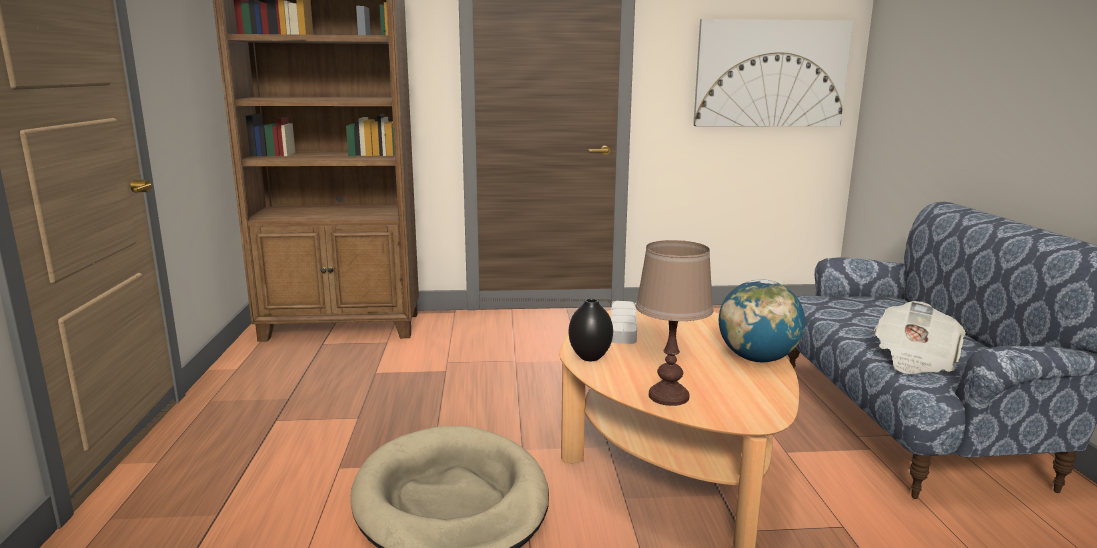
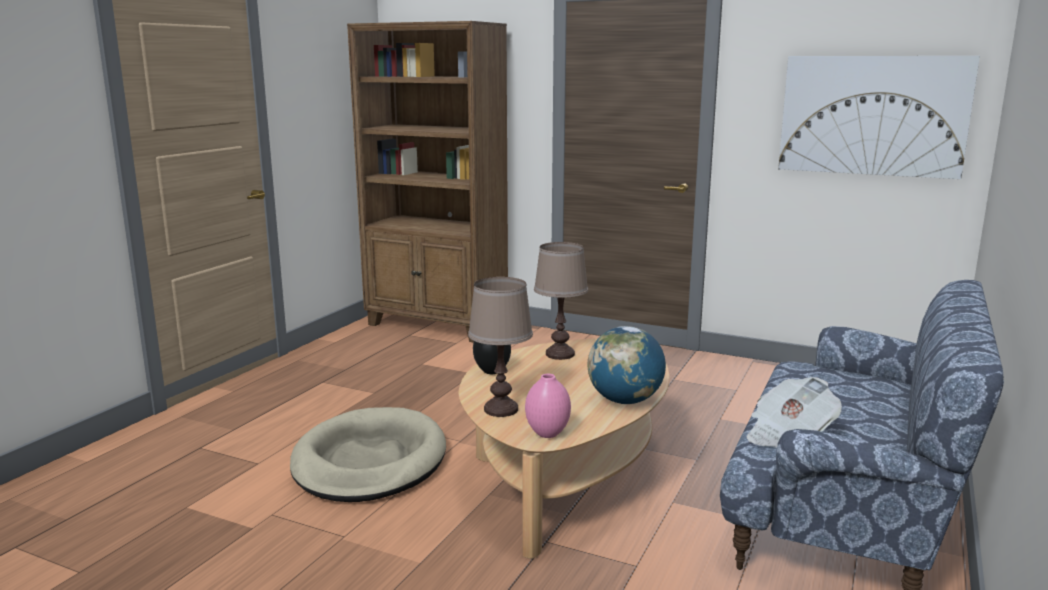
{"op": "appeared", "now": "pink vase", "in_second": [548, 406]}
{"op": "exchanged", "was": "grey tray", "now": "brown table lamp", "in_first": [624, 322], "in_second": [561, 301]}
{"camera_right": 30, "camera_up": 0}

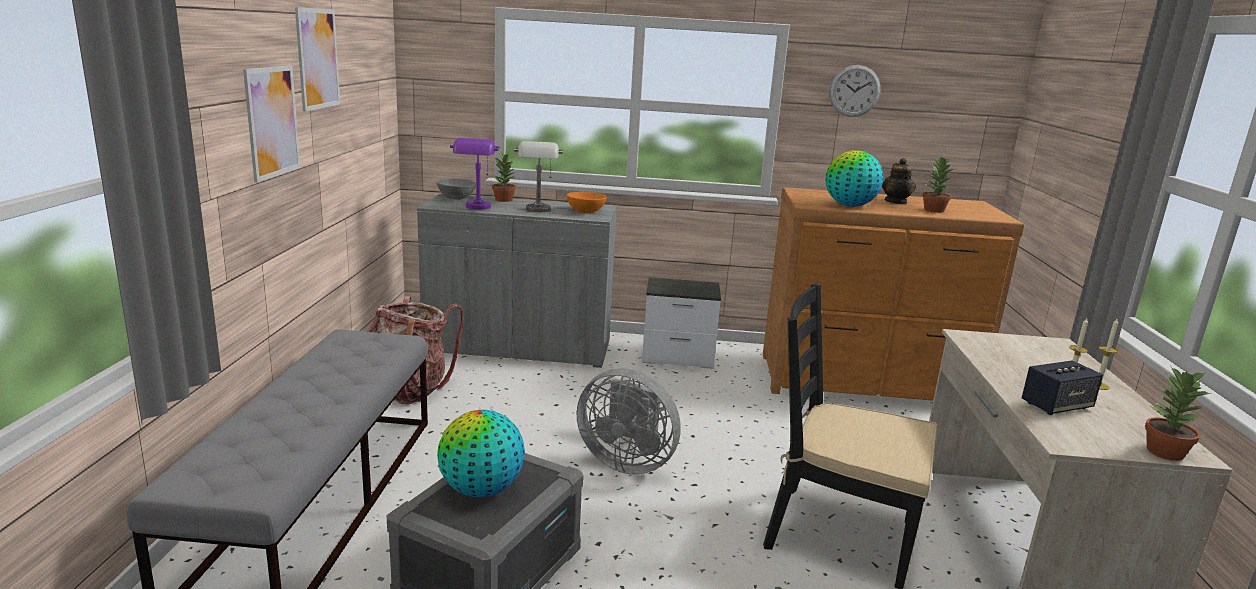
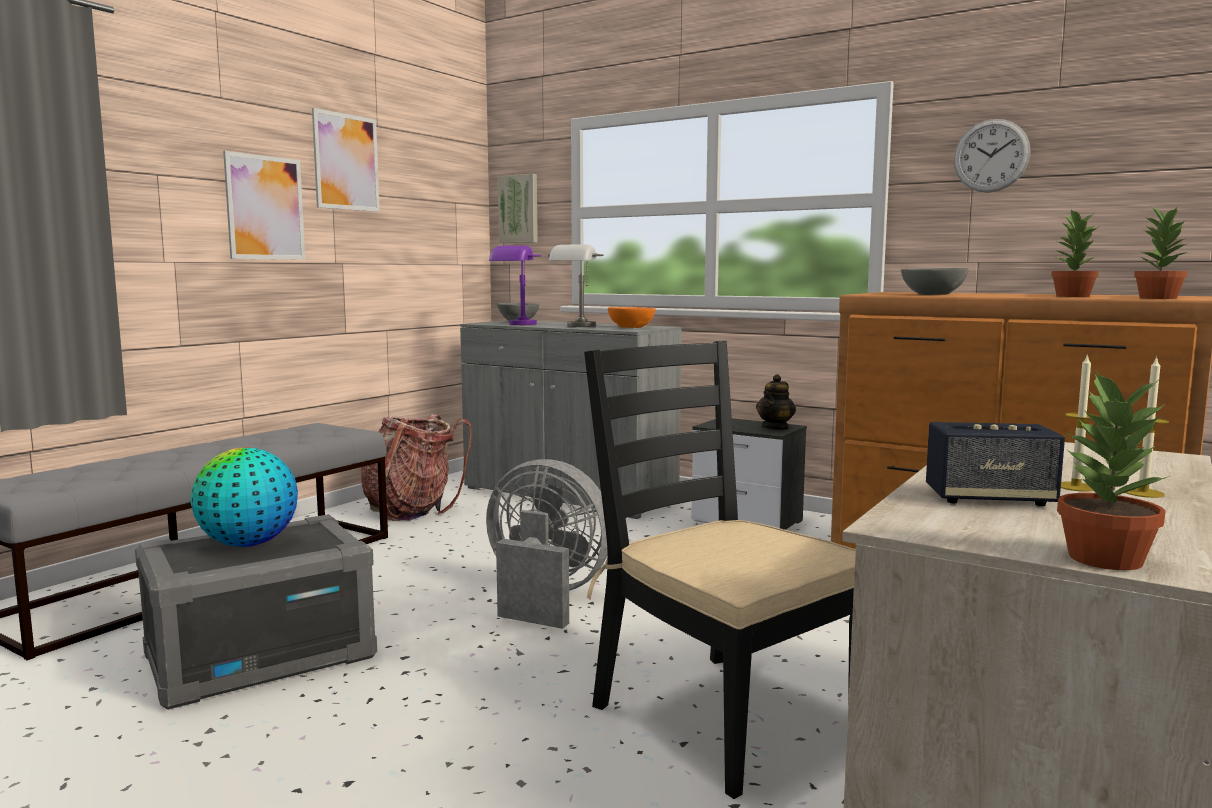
{"op": "spun", "was": "grey fan", "in_first": [629, 421], "in_second": [546, 544], "clockwise": 150}
{"op": "appeared", "now": "picture", "in_second": [518, 208]}
{"op": "relocated", "was": "teapot", "in_first": [899, 181], "in_second": [776, 402]}
{"op": "exchanged", "was": "globe", "now": "grey bowl", "in_first": [854, 178], "in_second": [934, 281]}
{"op": "relocated", "was": "potted plant", "in_first": [504, 176], "in_second": [1161, 252]}
{"camera_right": 30, "camera_up": -10}

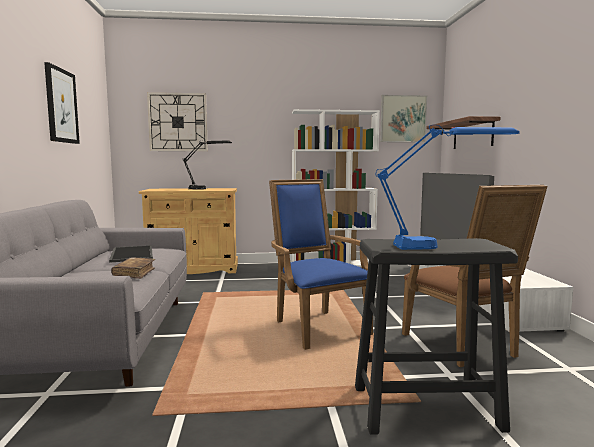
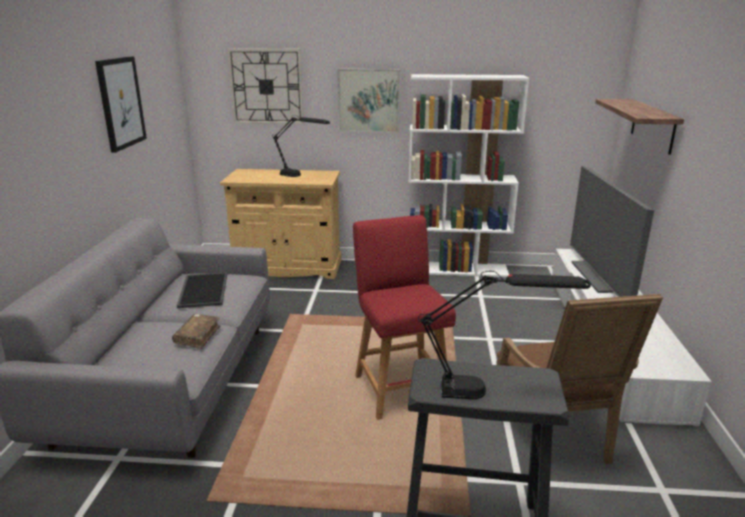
{"op": "relocated", "was": "picture", "in_first": [403, 118], "in_second": [368, 101]}
{"op": "exchanged", "was": "blue armchair", "now": "red stool", "in_first": [321, 264], "in_second": [404, 317]}
{"op": "colour", "was": "blue table lamp", "now": "black table lamp", "in_first": [448, 187], "in_second": [504, 335]}
{"camera_right": 10, "camera_up": 15}

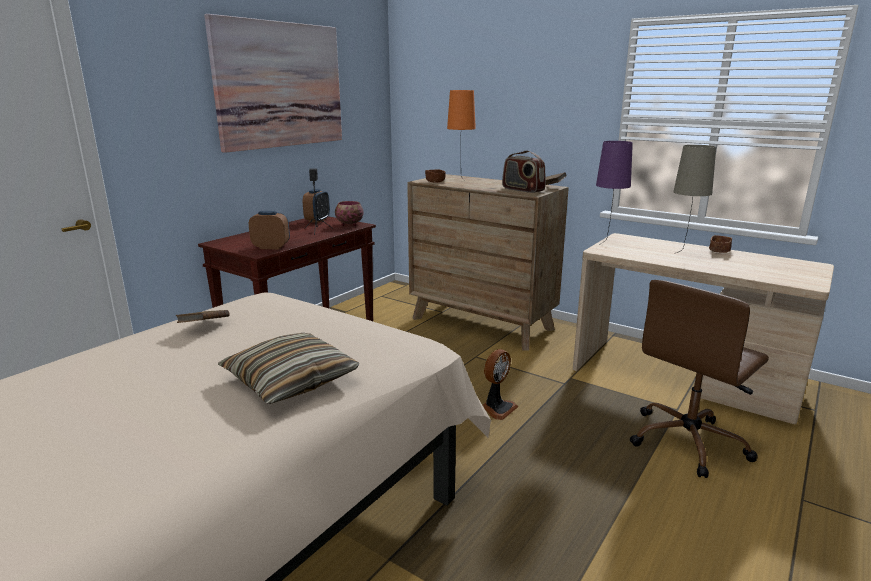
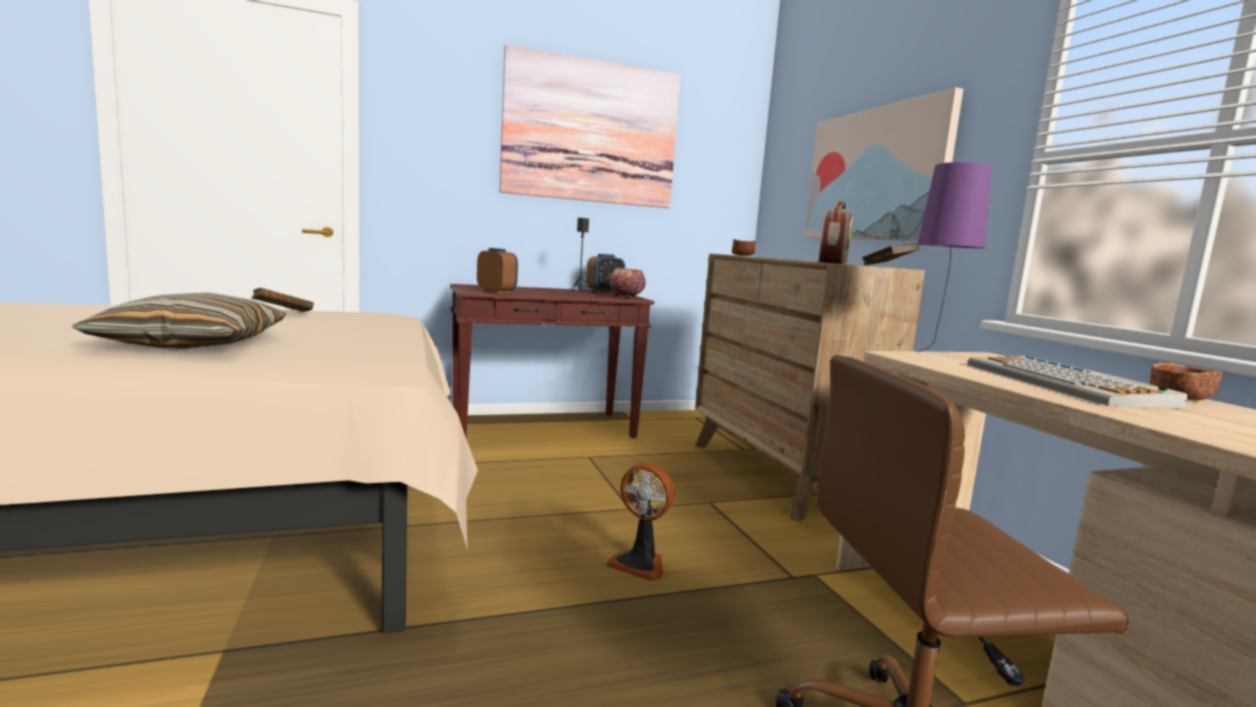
{"op": "spun", "was": "fan", "in_first": [500, 384], "in_second": [640, 521], "clockwise": 45}
{"op": "appeared", "now": "picture", "in_second": [883, 164]}
{"op": "spun", "was": "radio", "in_first": [524, 172], "in_second": [836, 232], "clockwise": -150}
{"op": "exchanged", "was": "beige table lamp", "now": "keyboard", "in_first": [694, 199], "in_second": [1078, 382]}
{"op": "missing", "was": "orange table lamp", "in_first": [461, 135]}
{"camera_right": 35, "camera_up": -10}

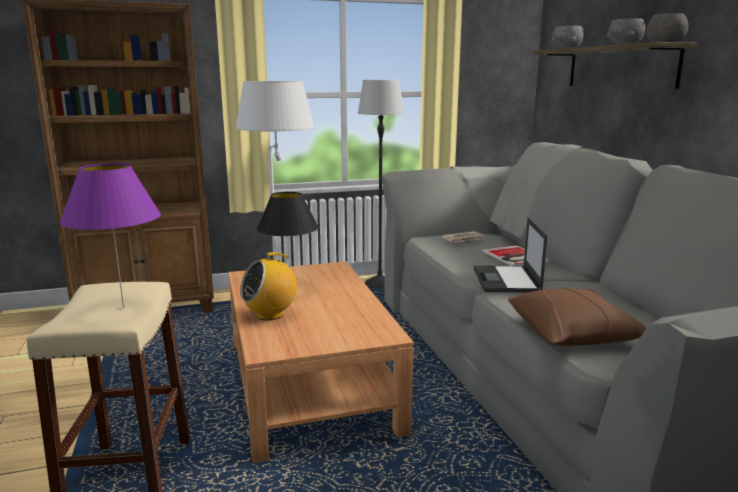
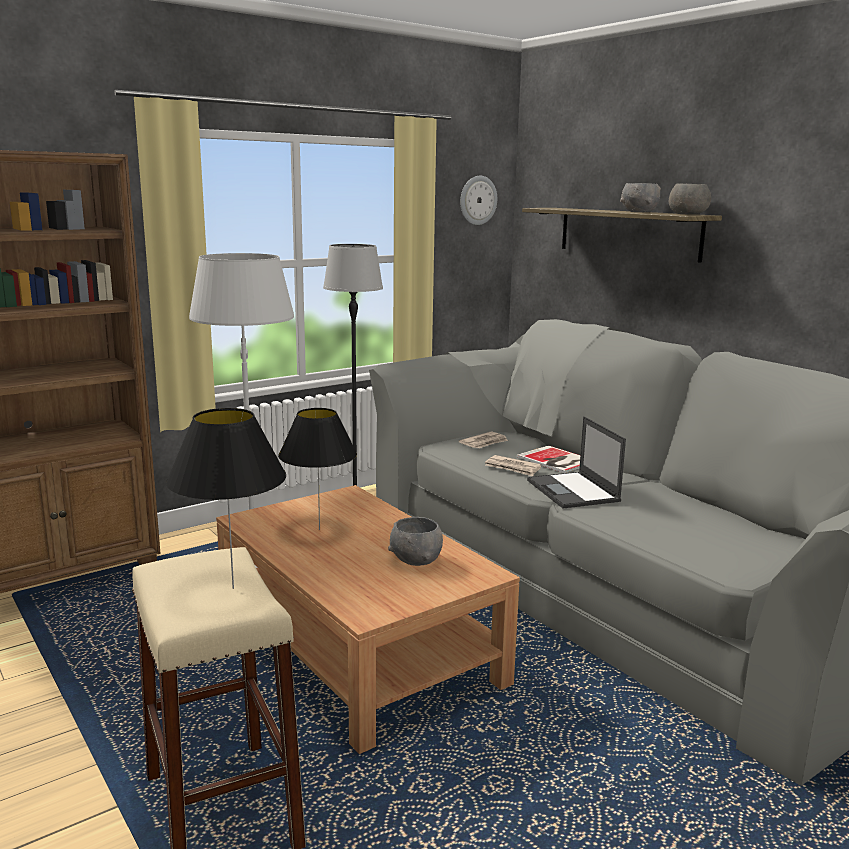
{"op": "colour", "was": "purple table lamp", "now": "black table lamp", "in_first": [110, 235], "in_second": [226, 498]}
{"op": "relocated", "was": "grey bowl", "in_first": [567, 37], "in_second": [415, 541]}
{"op": "appeared", "now": "wall clock", "in_second": [478, 200]}
{"op": "appeared", "now": "newspaper", "in_second": [513, 466]}
{"op": "missing", "was": "radio", "in_first": [268, 286]}
{"op": "missing", "was": "brown pillow", "in_first": [577, 317]}
{"camera_right": -20, "camera_up": 0}

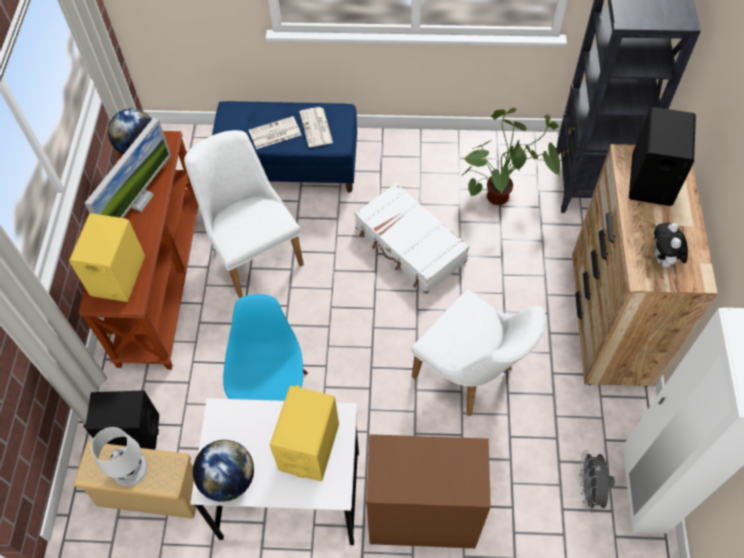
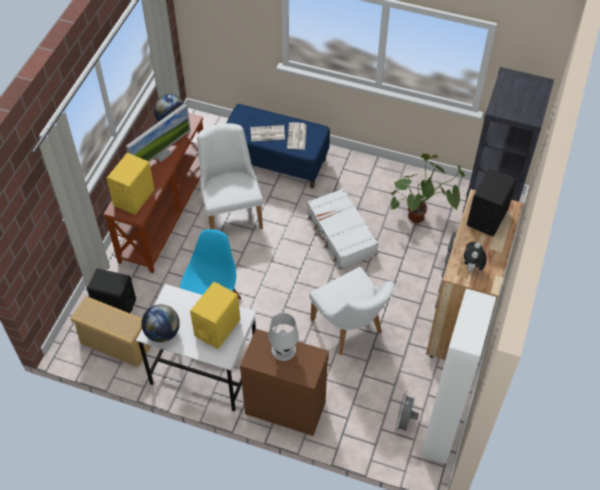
{"op": "relocated", "was": "white table lamp", "in_first": [119, 456], "in_second": [283, 337]}
{"camera_right": 15, "camera_up": -5}

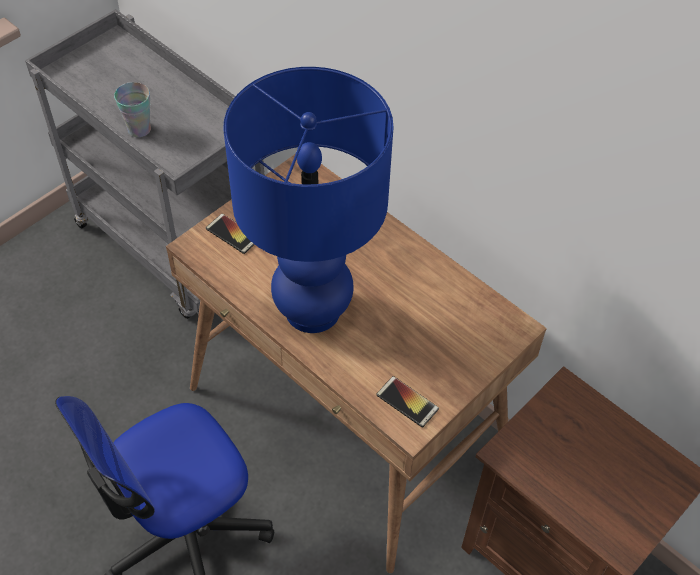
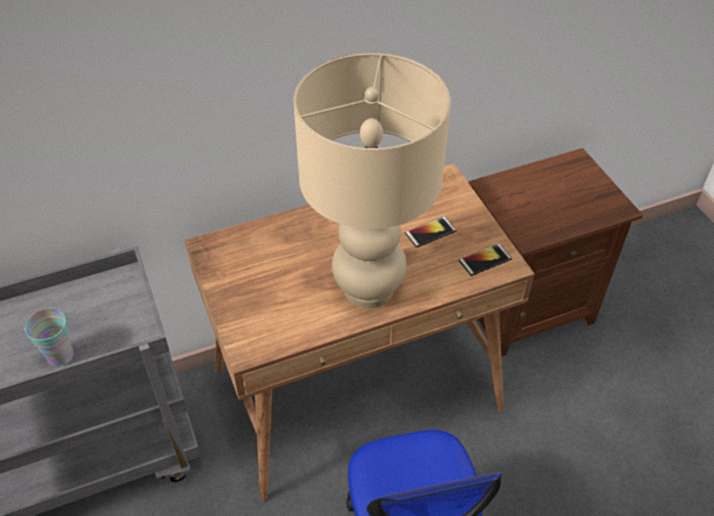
{"op": "colour", "was": "blue table lamp", "now": "beige table lamp", "in_first": [308, 200], "in_second": [372, 180]}
{"op": "relocated", "was": "phone", "in_first": [230, 234], "in_second": [431, 231]}
{"camera_right": -65, "camera_up": -5}

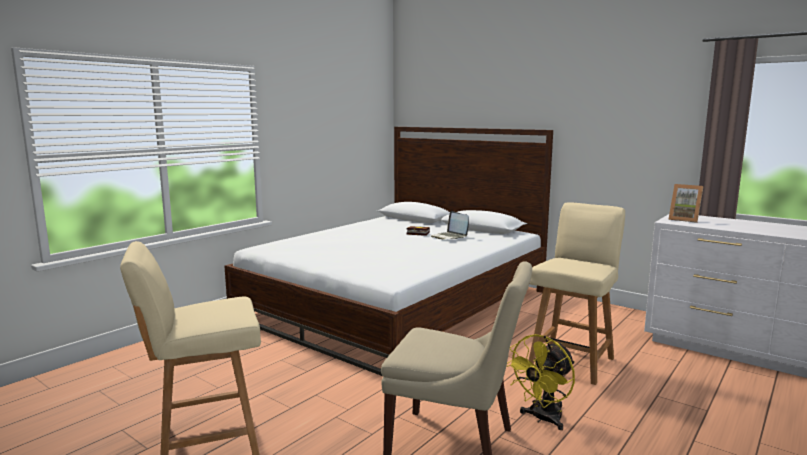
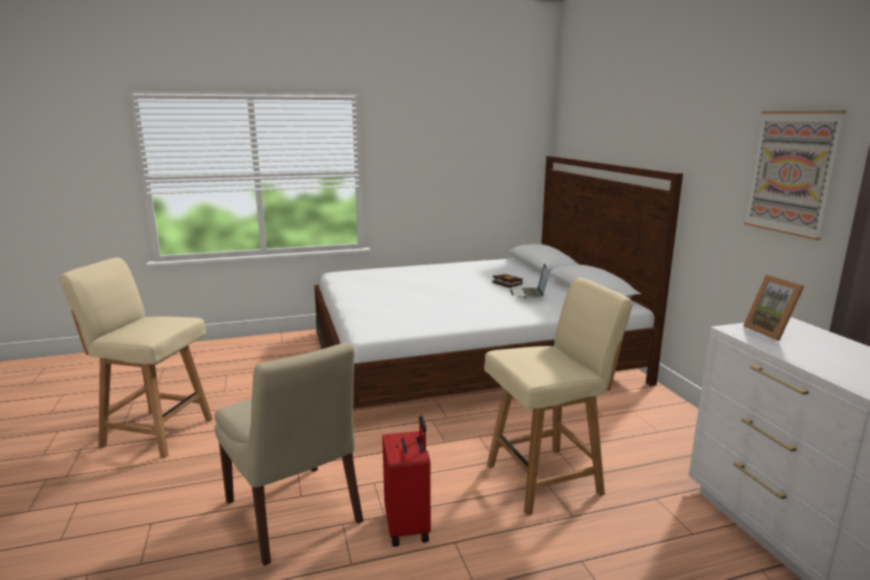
{"op": "exchanged", "was": "yellow fan", "now": "red suitcase", "in_first": [540, 382], "in_second": [406, 481]}
{"op": "appeared", "now": "picture", "in_second": [795, 175]}
{"camera_right": 35, "camera_up": 5}

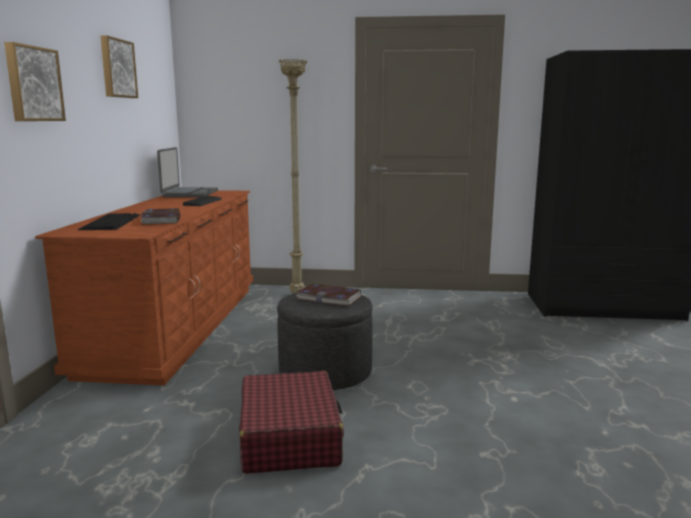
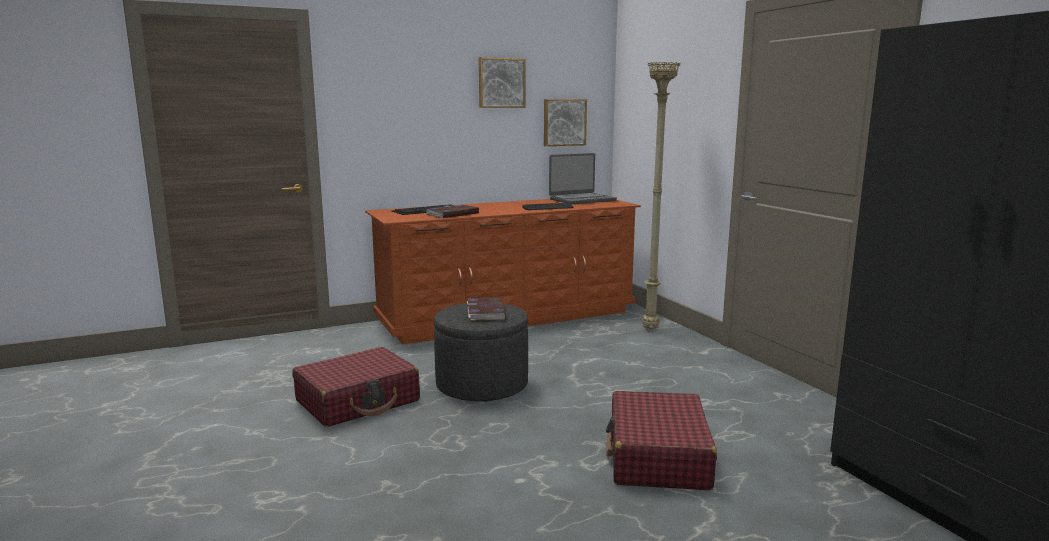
{"op": "relocated", "was": "picture", "in_first": [35, 81], "in_second": [565, 122]}
{"op": "appeared", "now": "red suitcase", "in_second": [661, 440]}
{"camera_right": 60, "camera_up": 0}

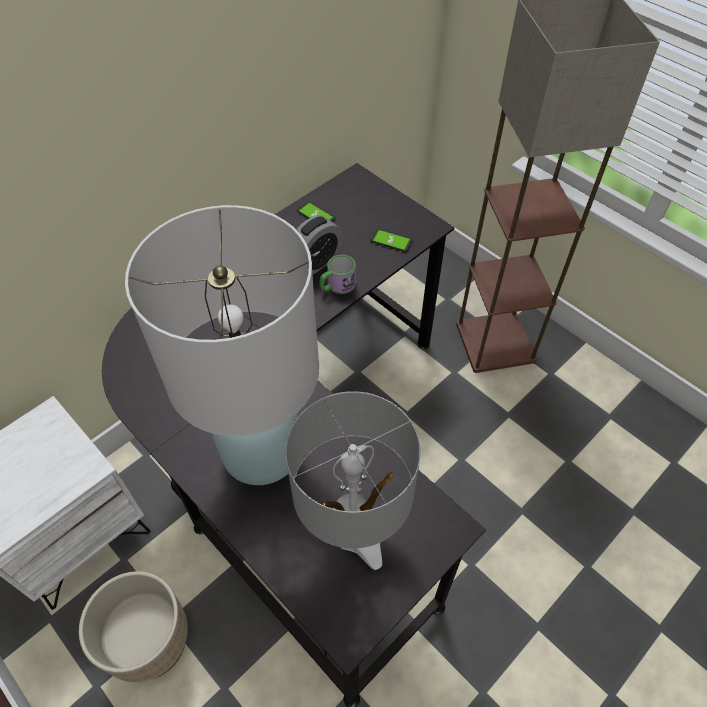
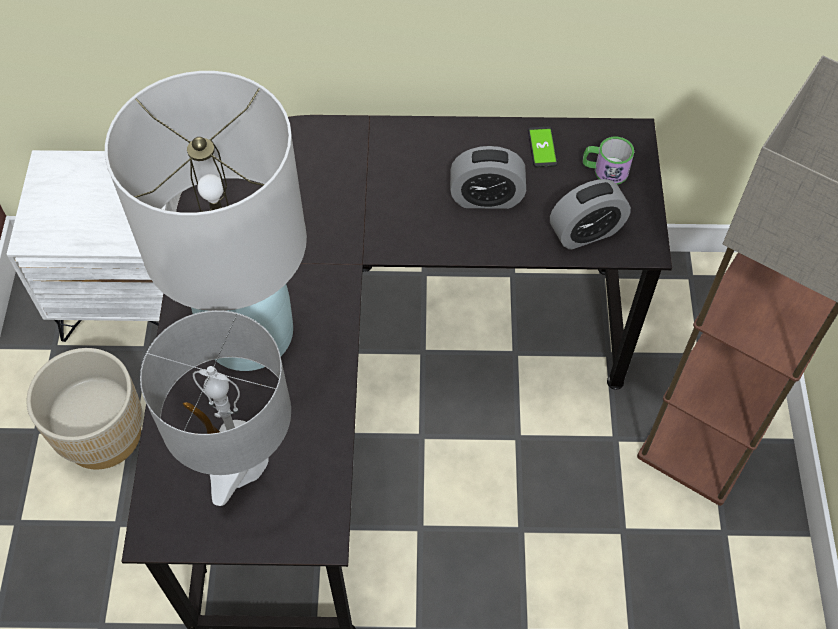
{"op": "exchanged", "was": "phone", "now": "alarm clock", "in_first": [391, 240], "in_second": [590, 214]}
{"op": "relocated", "was": "mug", "in_first": [338, 274], "in_second": [608, 160]}
{"camera_right": 45, "camera_up": 5}

